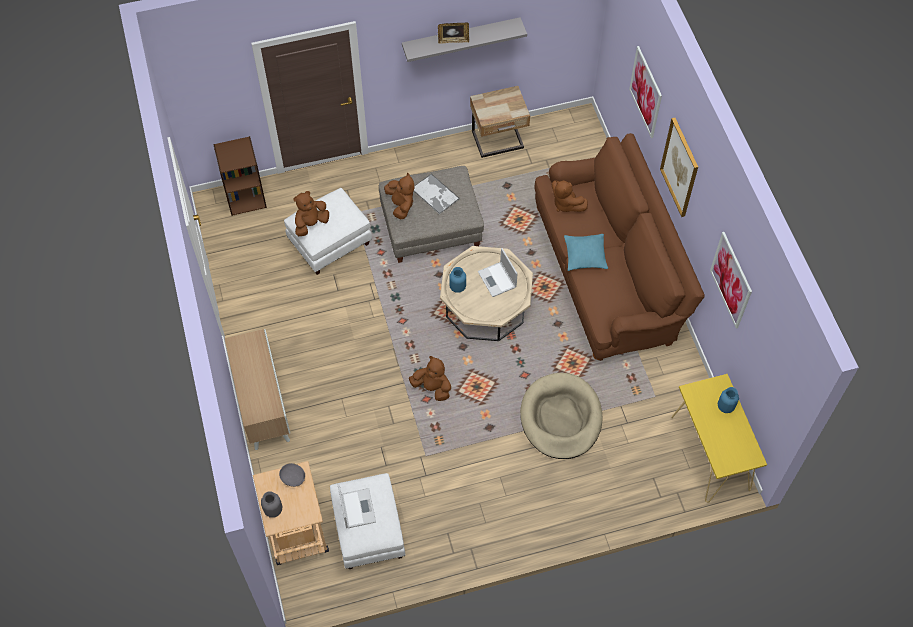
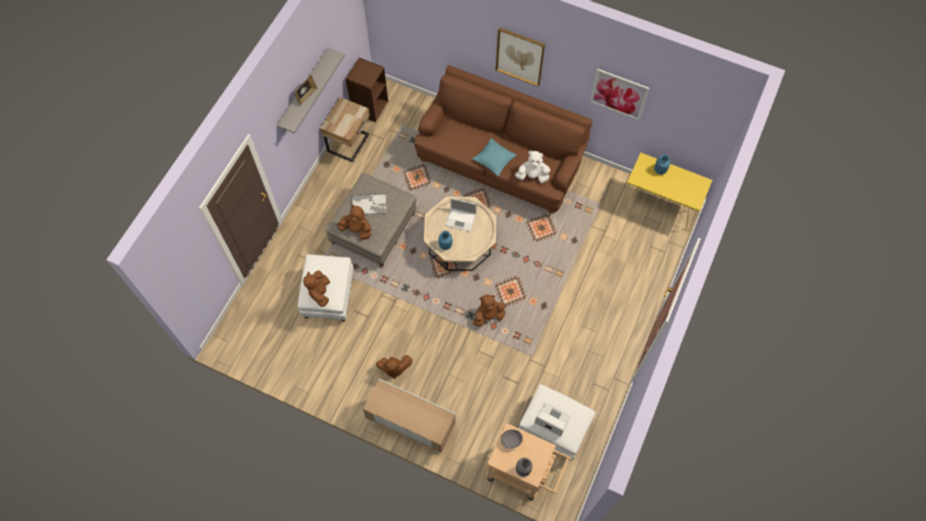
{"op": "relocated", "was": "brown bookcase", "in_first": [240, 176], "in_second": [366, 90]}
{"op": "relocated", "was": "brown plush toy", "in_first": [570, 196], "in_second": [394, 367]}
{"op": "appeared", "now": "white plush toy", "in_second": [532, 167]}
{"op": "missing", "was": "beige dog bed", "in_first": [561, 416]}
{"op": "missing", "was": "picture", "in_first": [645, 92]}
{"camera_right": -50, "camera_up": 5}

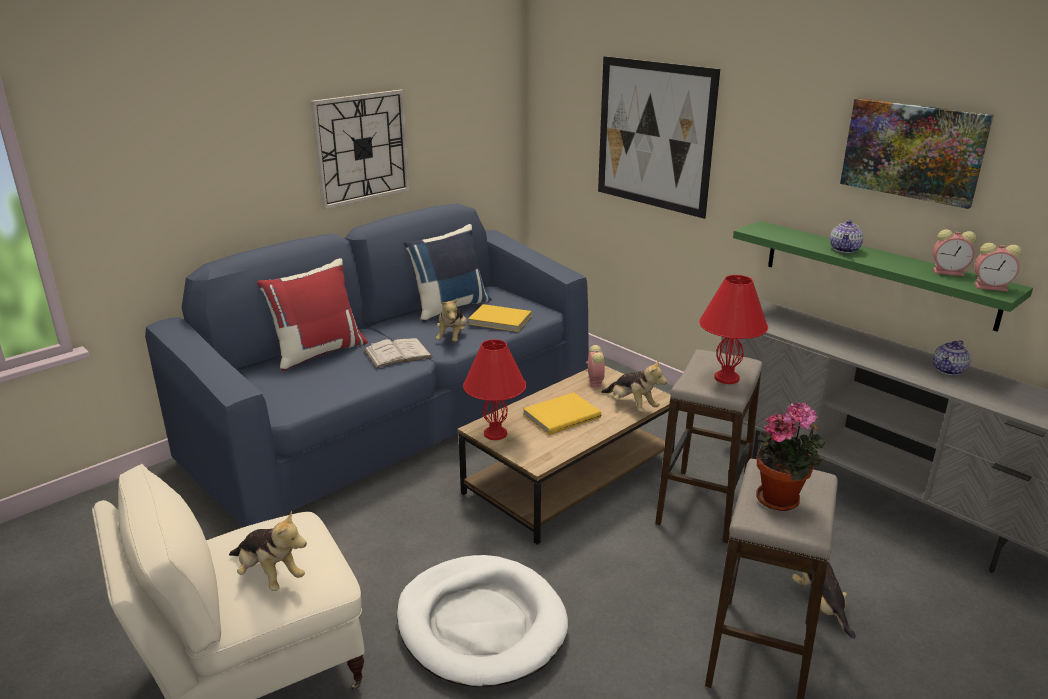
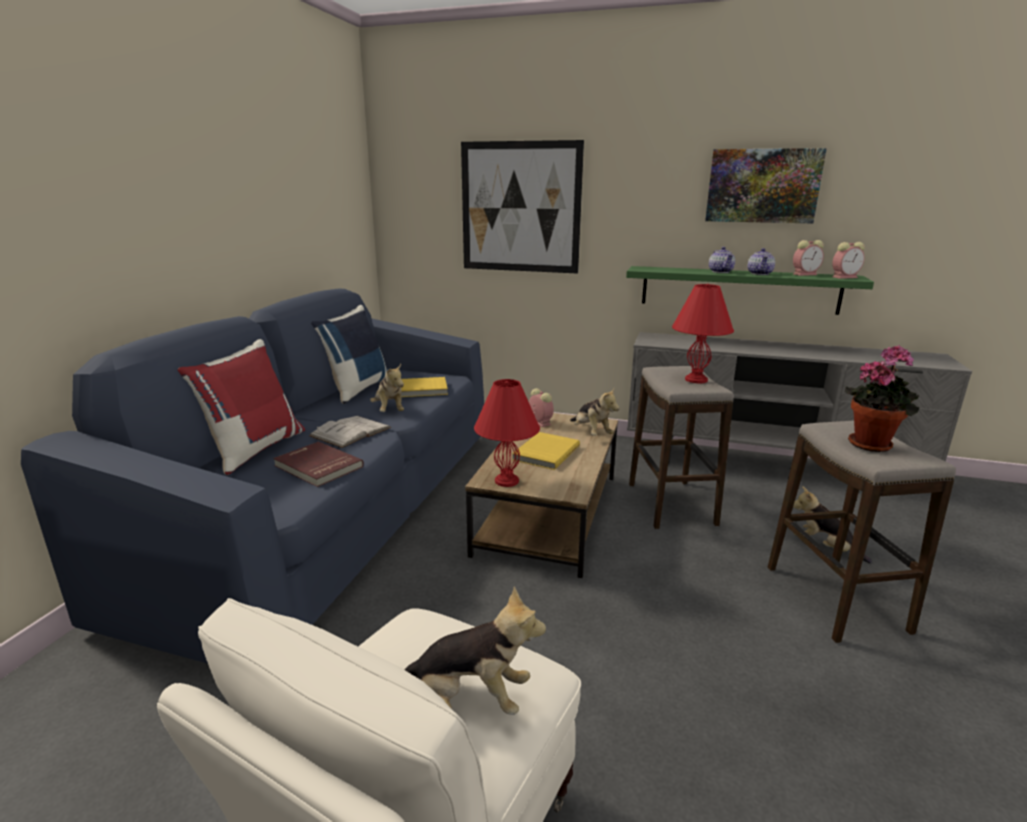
{"op": "appeared", "now": "red book", "in_second": [318, 464]}
{"op": "spun", "was": "plush toy", "in_first": [634, 385], "in_second": [594, 412], "clockwise": 45}
{"op": "relocated", "was": "teapot", "in_first": [951, 357], "in_second": [761, 261]}
{"op": "missing", "was": "wall clock", "in_first": [360, 149]}
{"op": "missing", "was": "white dog bed", "in_first": [482, 621]}
{"camera_right": -30, "camera_up": -5}

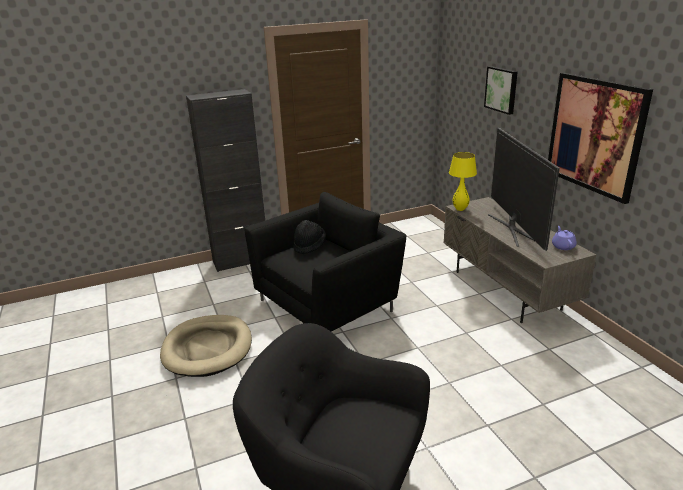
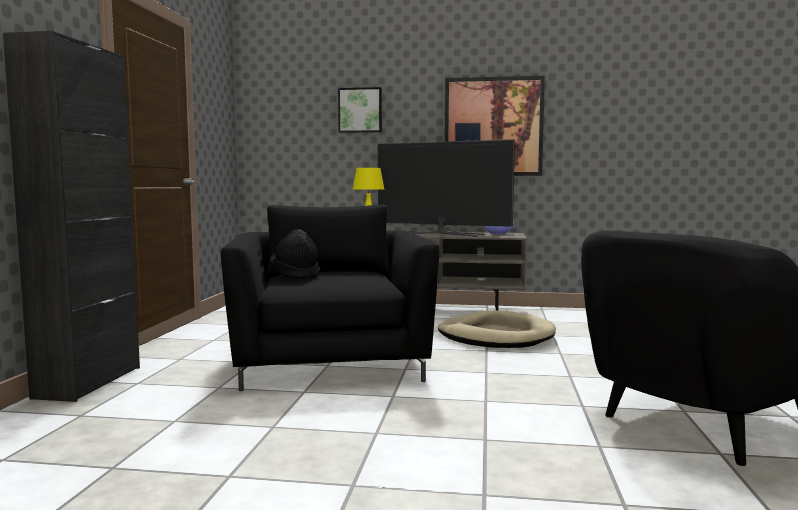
{"op": "relocated", "was": "beige dog bed", "in_first": [206, 346], "in_second": [497, 329]}
{"camera_right": -60, "camera_up": -20}

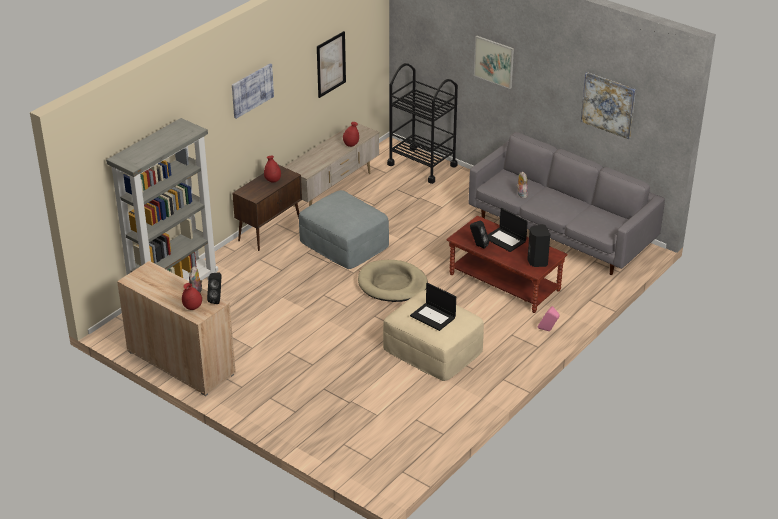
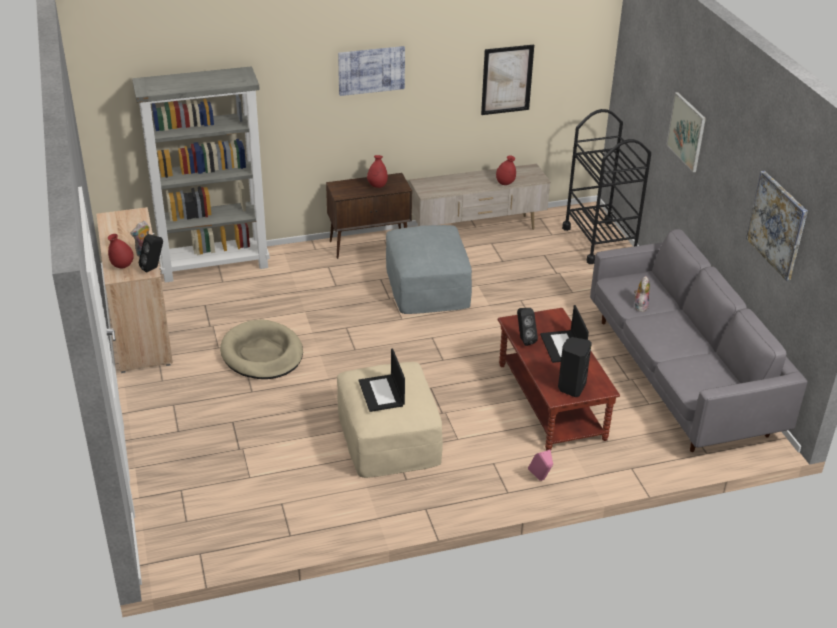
{"op": "relocated", "was": "beige dog bed", "in_first": [393, 281], "in_second": [261, 349]}
{"camera_right": 35, "camera_up": 0}

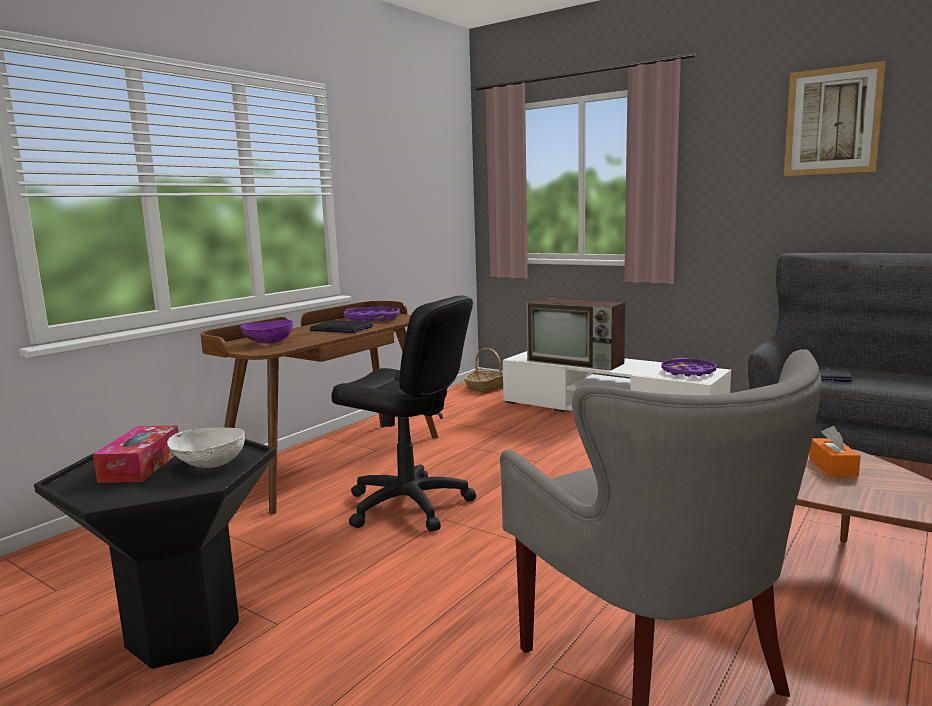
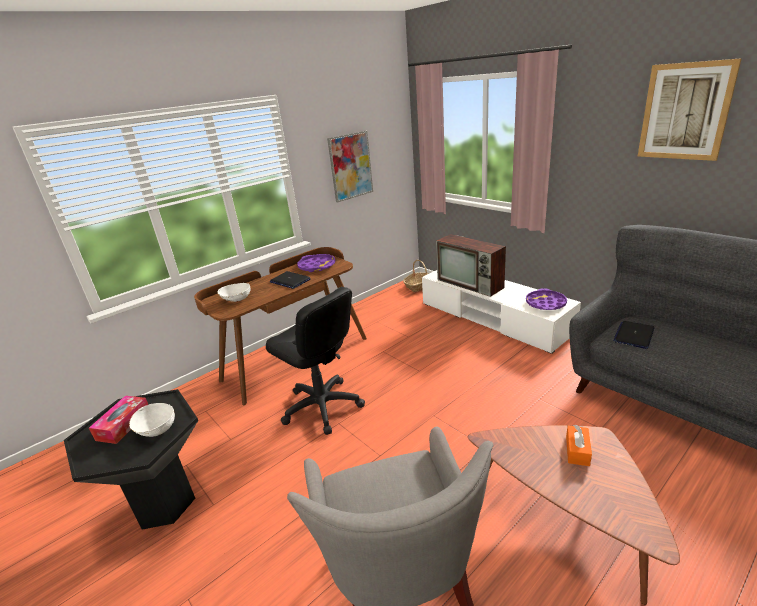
{"op": "colour", "was": "purple bowl", "now": "white bowl", "in_first": [266, 332], "in_second": [233, 292]}
{"op": "appeared", "now": "picture", "in_second": [350, 166]}
{"camera_right": 15, "camera_up": 15}

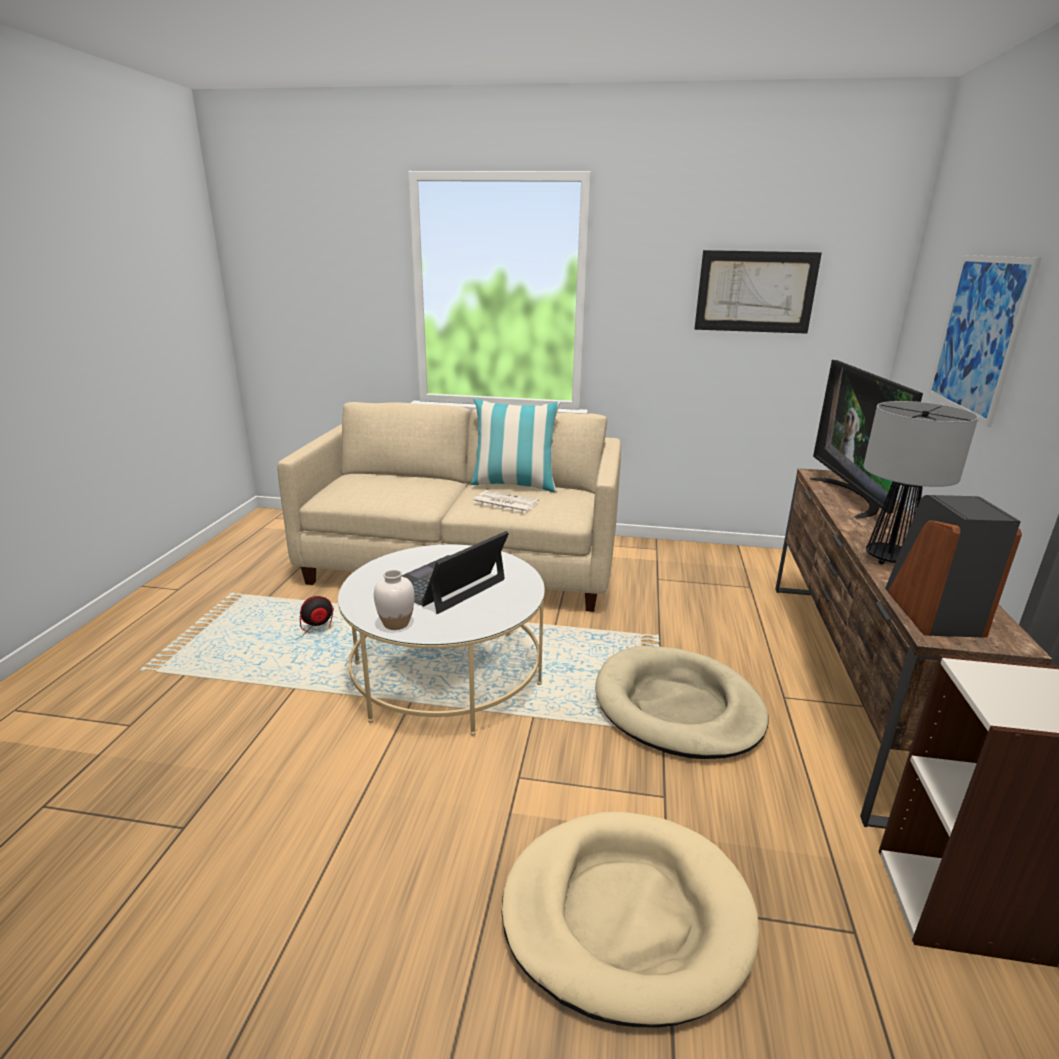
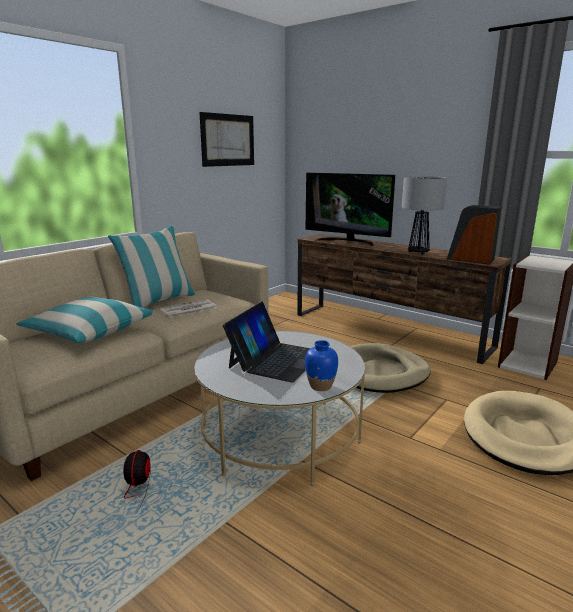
{"op": "appeared", "now": "pillow", "in_second": [86, 320]}
{"op": "spun", "was": "laptop", "in_first": [455, 572], "in_second": [266, 342], "clockwise": -135}
{"op": "colour", "was": "white vase", "now": "blue vase", "in_first": [394, 600], "in_second": [321, 365]}
{"op": "missing", "was": "picture", "in_first": [984, 341]}
{"camera_right": -60, "camera_up": -5}

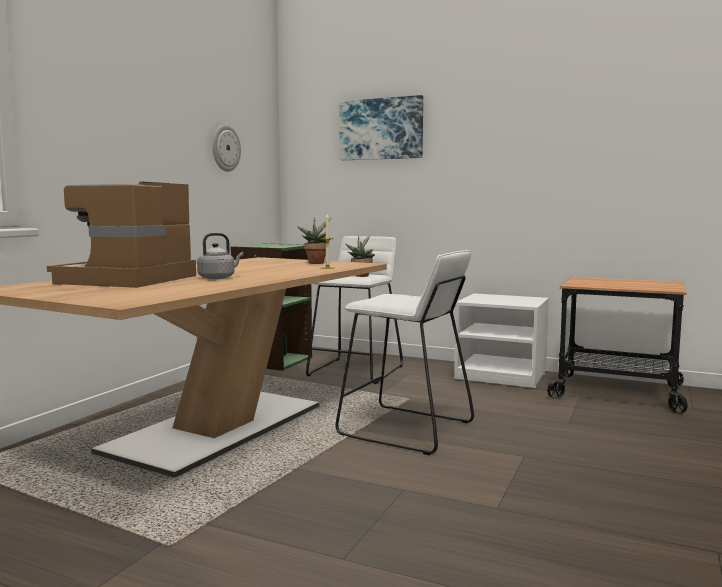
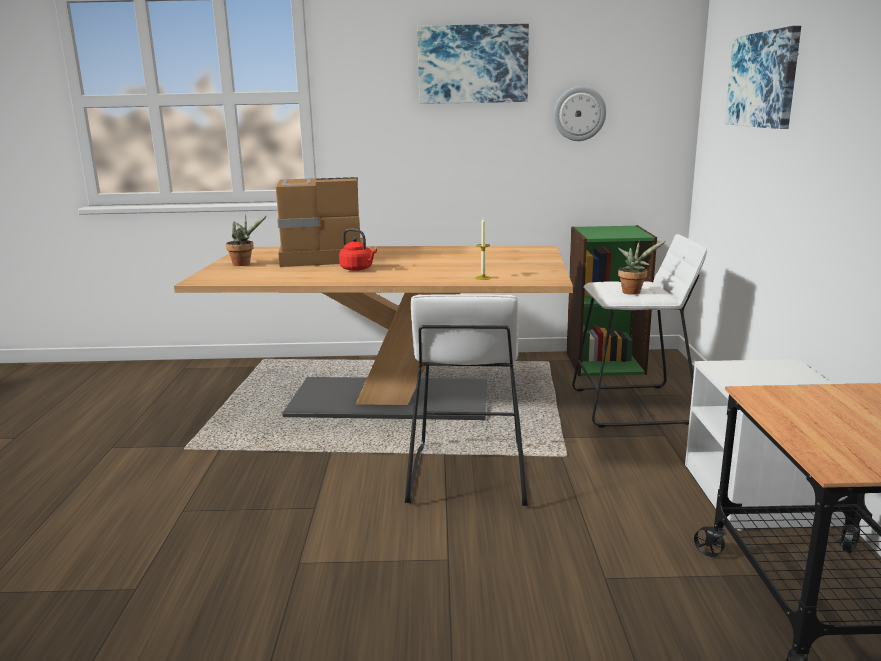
{"op": "relocated", "was": "potted plant", "in_first": [314, 241], "in_second": [246, 240]}
{"op": "colour", "was": "grey kettle", "now": "red kettle", "in_first": [220, 256], "in_second": [358, 250]}
{"op": "appeared", "now": "picture", "in_second": [473, 64]}
{"camera_right": 65, "camera_up": 10}

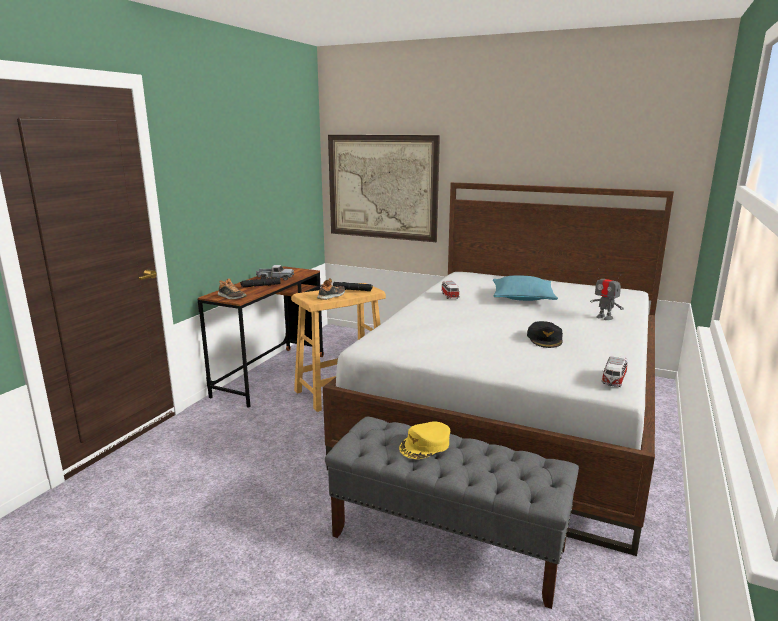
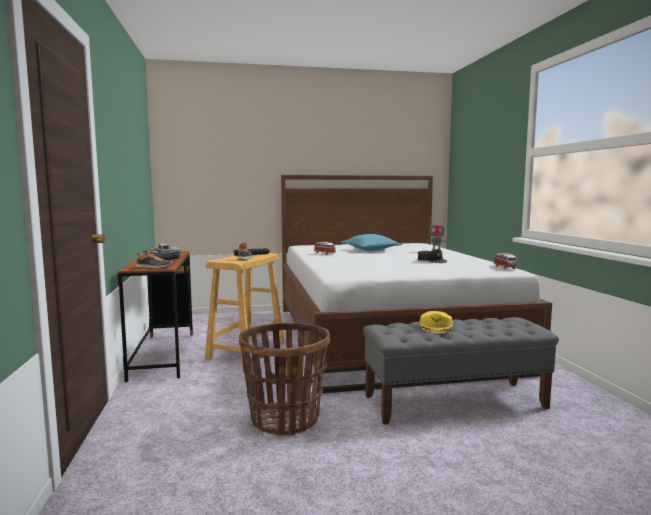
{"op": "appeared", "now": "basket", "in_second": [285, 379]}
{"op": "missing", "was": "picture", "in_first": [384, 188]}
{"camera_right": -35, "camera_up": -10}

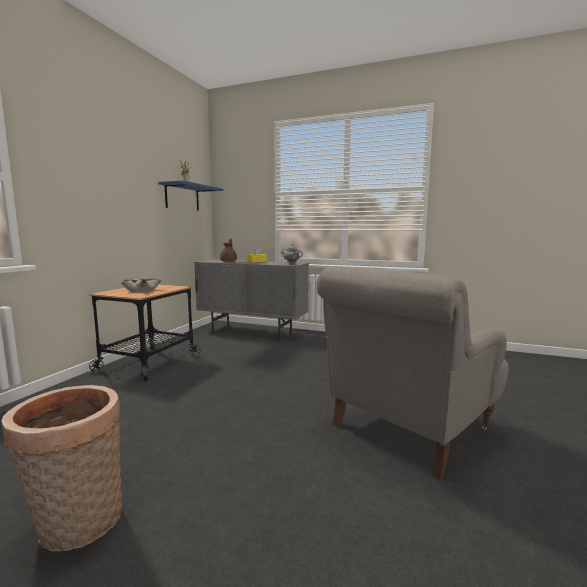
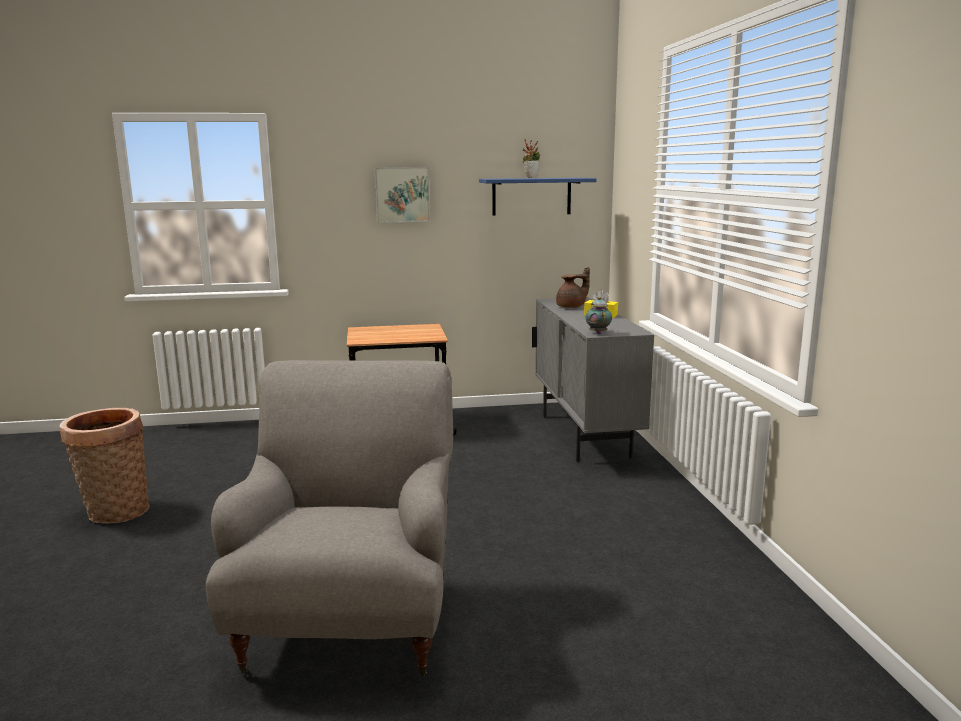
{"op": "spun", "was": "grey armchair", "in_first": [413, 373], "in_second": [329, 518], "clockwise": 75}
{"op": "appeared", "now": "picture", "in_second": [402, 195]}
{"op": "missing", "was": "beige bowl", "in_first": [141, 285]}
{"camera_right": 60, "camera_up": 5}

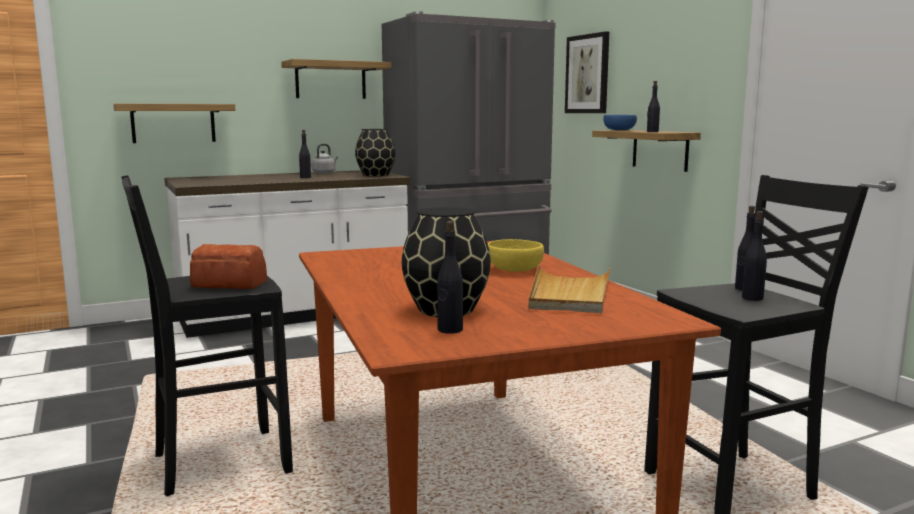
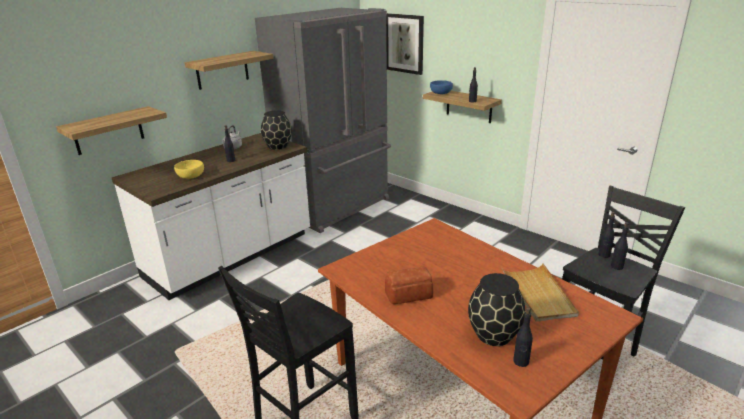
{"op": "relocated", "was": "yellow bowl", "in_first": [516, 255], "in_second": [189, 169]}
{"op": "relocated", "was": "bread", "in_first": [228, 266], "in_second": [409, 285]}
{"camera_right": -20, "camera_up": 15}

